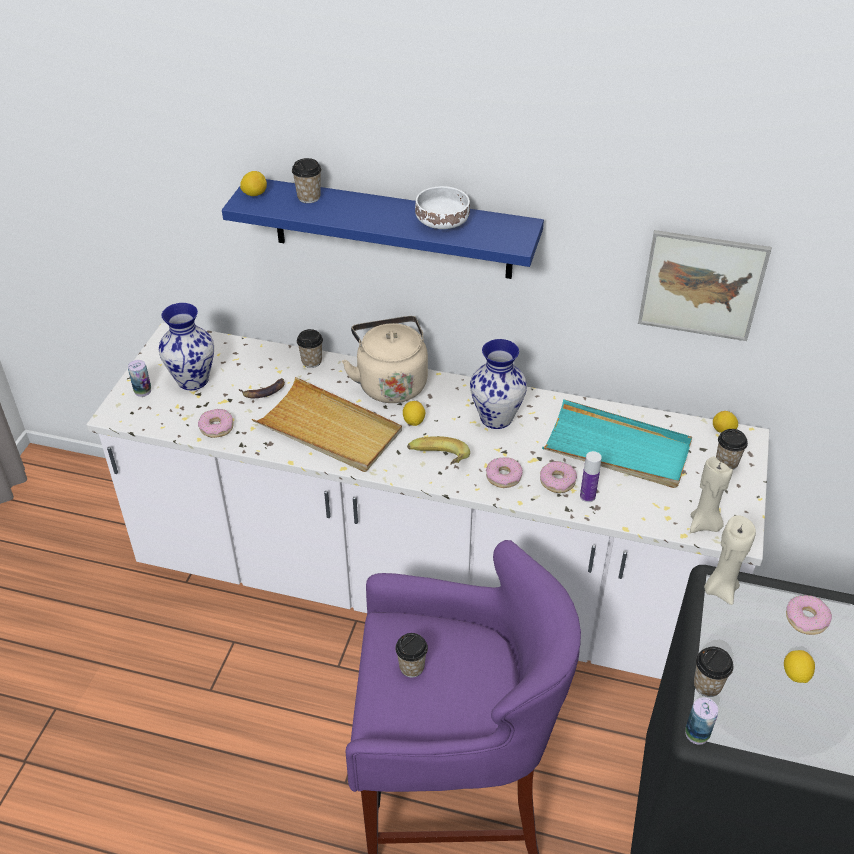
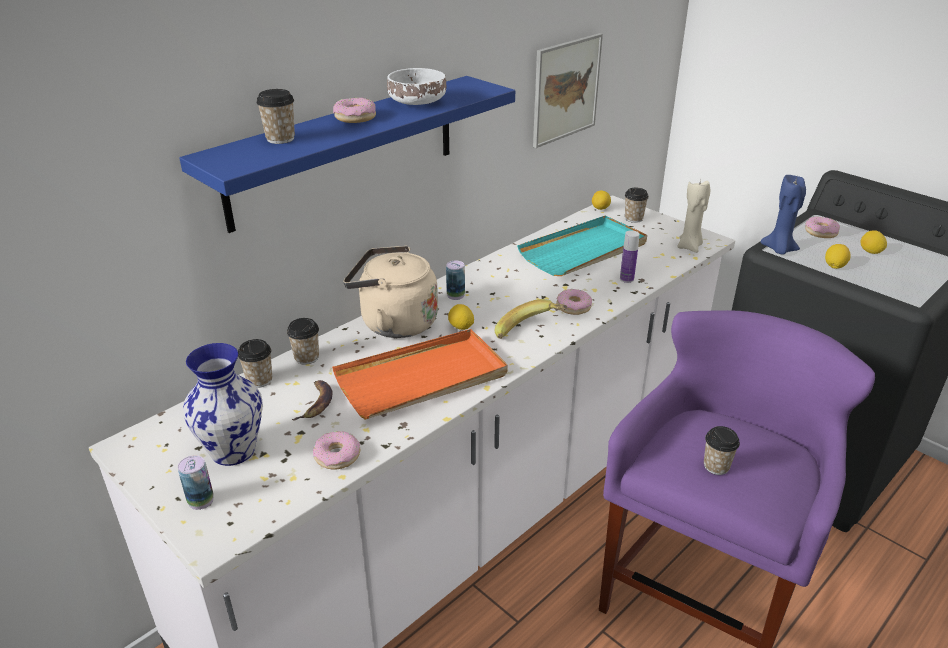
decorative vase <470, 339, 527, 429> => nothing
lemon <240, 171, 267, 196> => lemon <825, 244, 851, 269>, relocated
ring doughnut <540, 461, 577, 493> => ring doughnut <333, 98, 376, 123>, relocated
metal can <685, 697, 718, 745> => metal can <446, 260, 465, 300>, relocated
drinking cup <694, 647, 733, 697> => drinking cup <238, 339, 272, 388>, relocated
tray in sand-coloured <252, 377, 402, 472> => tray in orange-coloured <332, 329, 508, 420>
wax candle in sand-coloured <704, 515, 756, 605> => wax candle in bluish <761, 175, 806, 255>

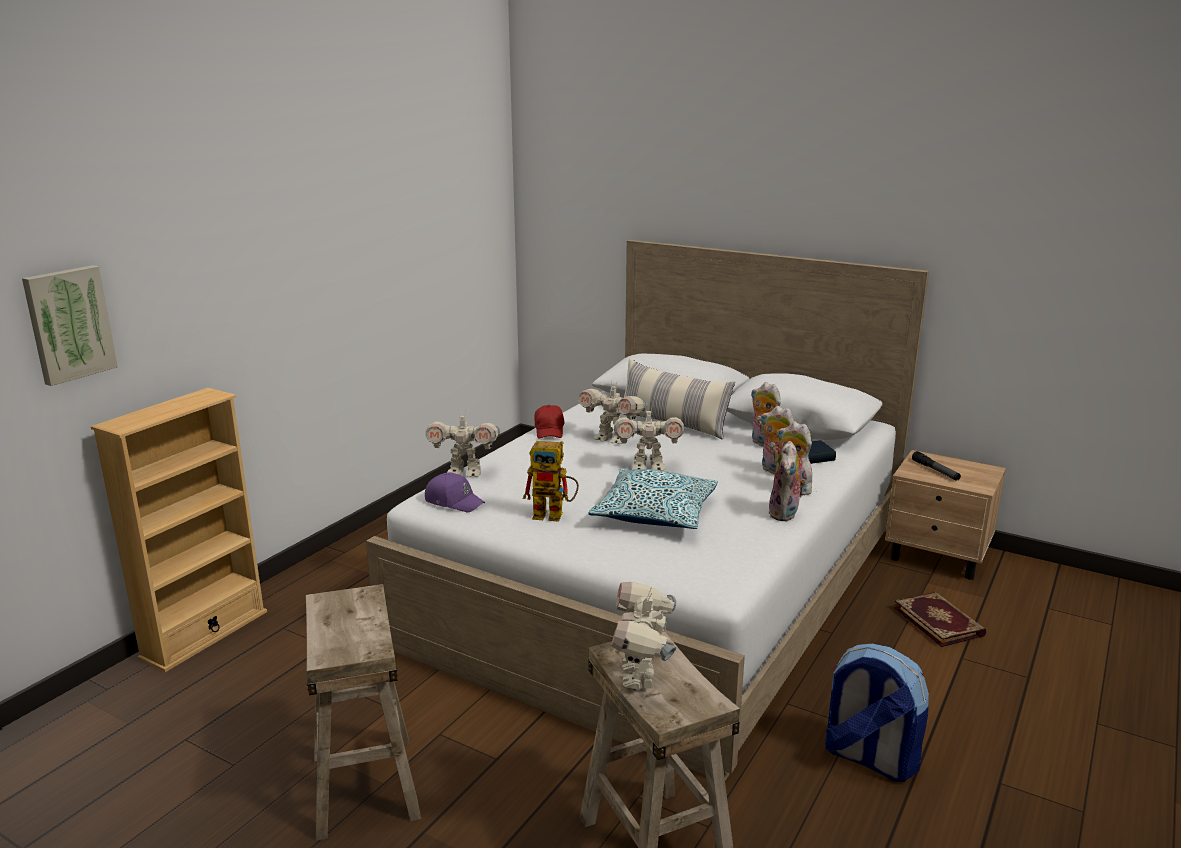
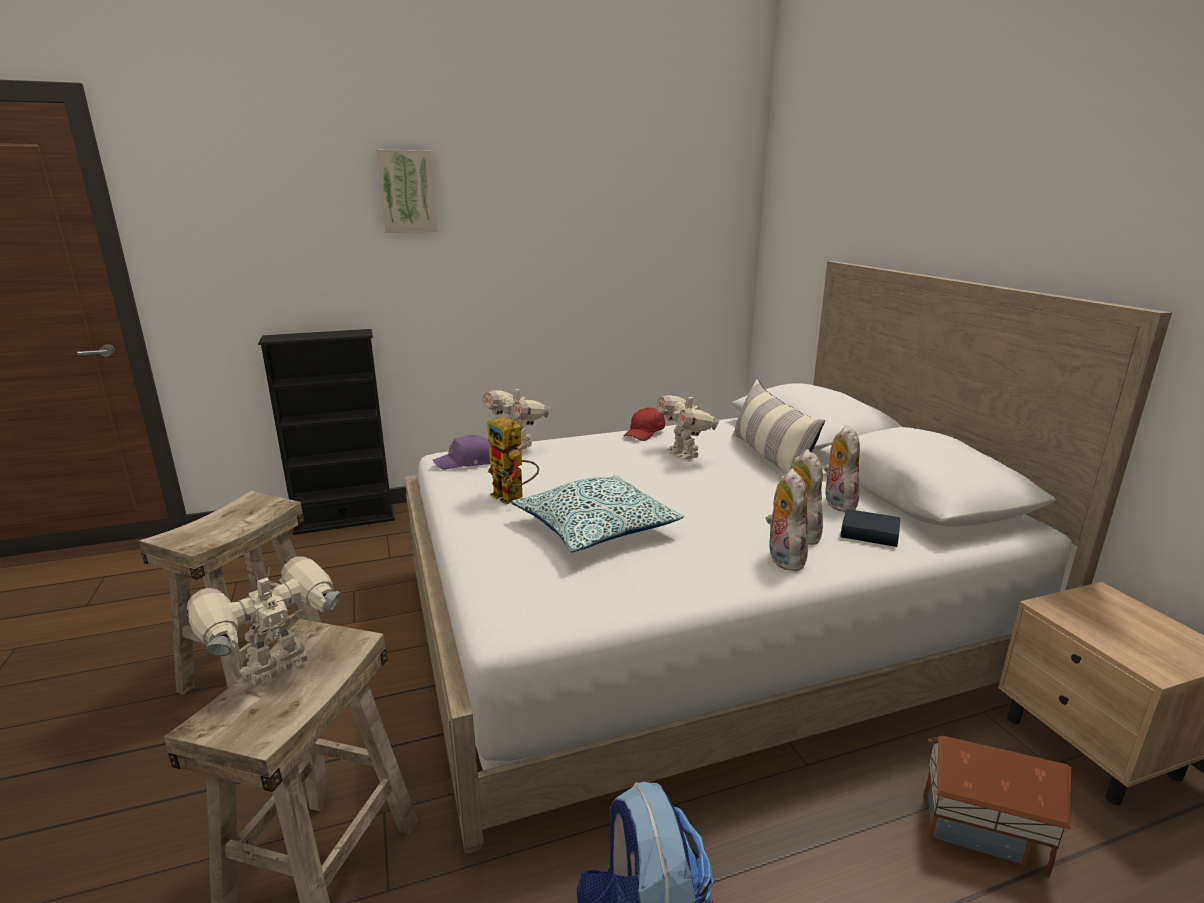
model robot <614, 406, 684, 471> => nothing
plush toy <768, 441, 806, 521> => nothing
hand torch <912, 451, 961, 481> => nothing
picture <22, 265, 118, 386> => picture <376, 149, 438, 233>, relocated
book <894, 592, 986, 647> => toy house <924, 736, 1074, 878>
shelving unit in sand-coloured <91, 388, 267, 672> => shelving unit in black-coloured <258, 329, 395, 535>
baseball cap in purple-coloured <425, 472, 485, 512> => baseball cap in purple-coloured <433, 435, 491, 470>, 90 degrees clockwise

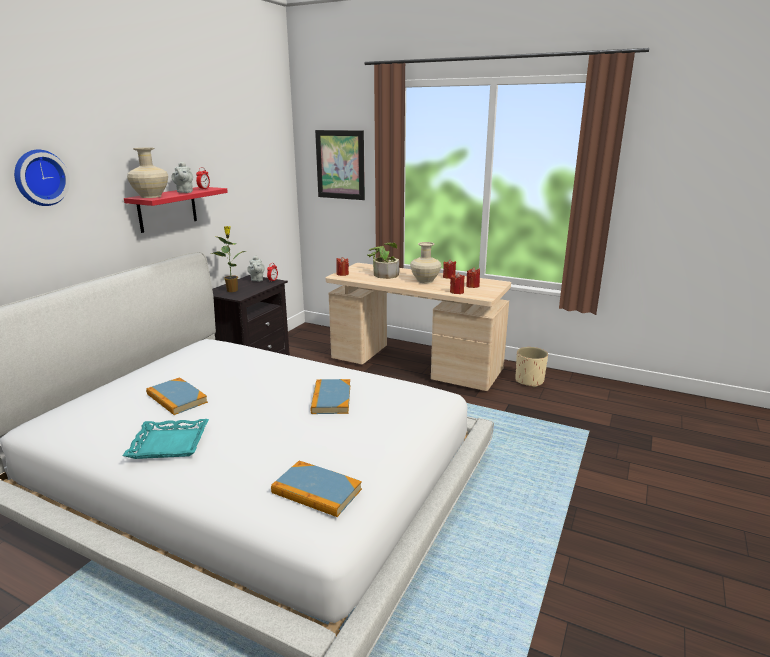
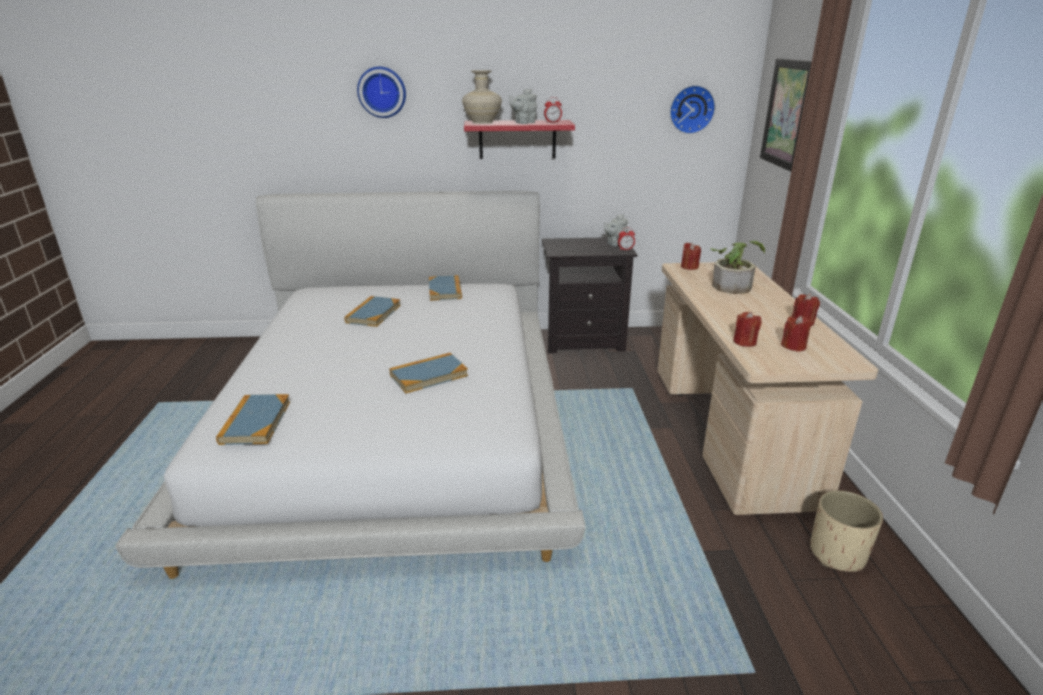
tray in blue-green <122, 419, 209, 459> => nothing
plant in a pot <211, 226, 246, 292> => nothing
decorative vase in sand-coloured <410, 242, 442, 283> => nothing
nothing => book <429, 275, 462, 301>
nothing => clock on the wall <670, 85, 715, 134>

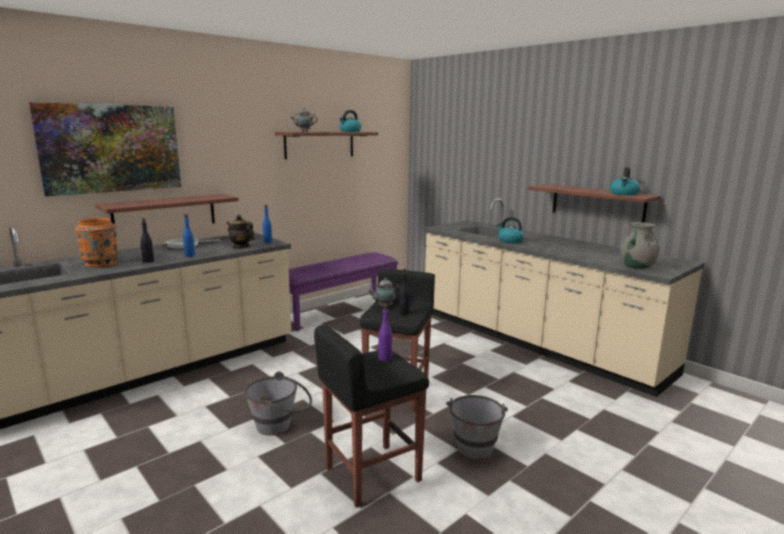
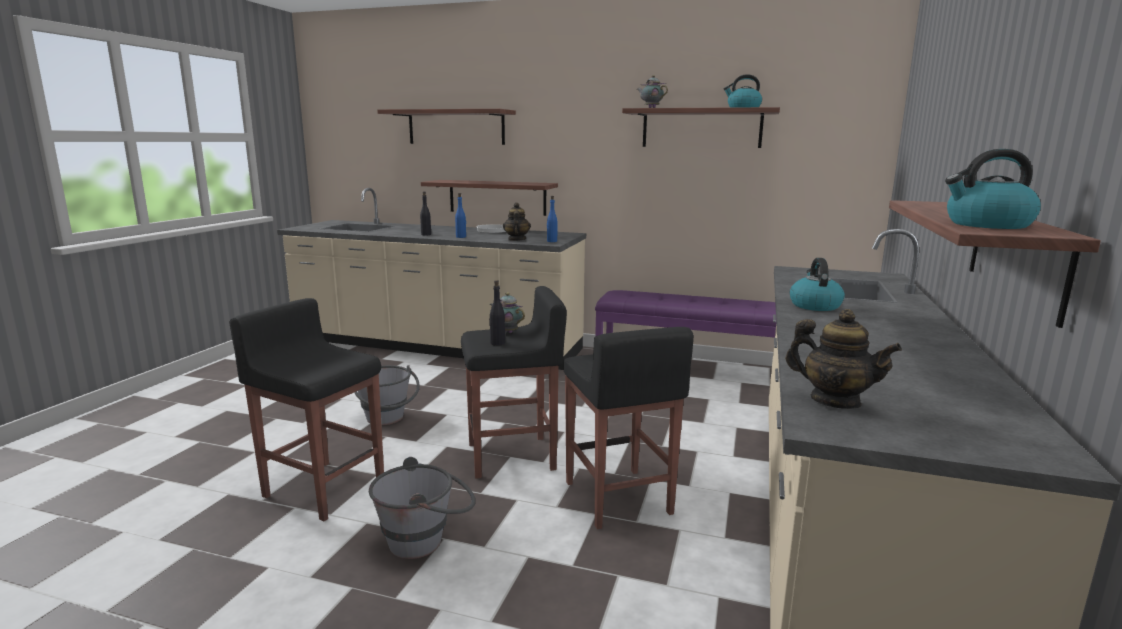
decorative vase in orange-coloured <75, 218, 119, 267> => nothing
bottle in purple-coloured <379, 304, 393, 361> => nothing
nothing => stool seat in black-coloured <563, 327, 694, 529>
picture <28, 102, 181, 197> => shelf <377, 109, 516, 145>
decorative vase in grey <620, 222, 660, 269> => tea pot <785, 309, 902, 409>

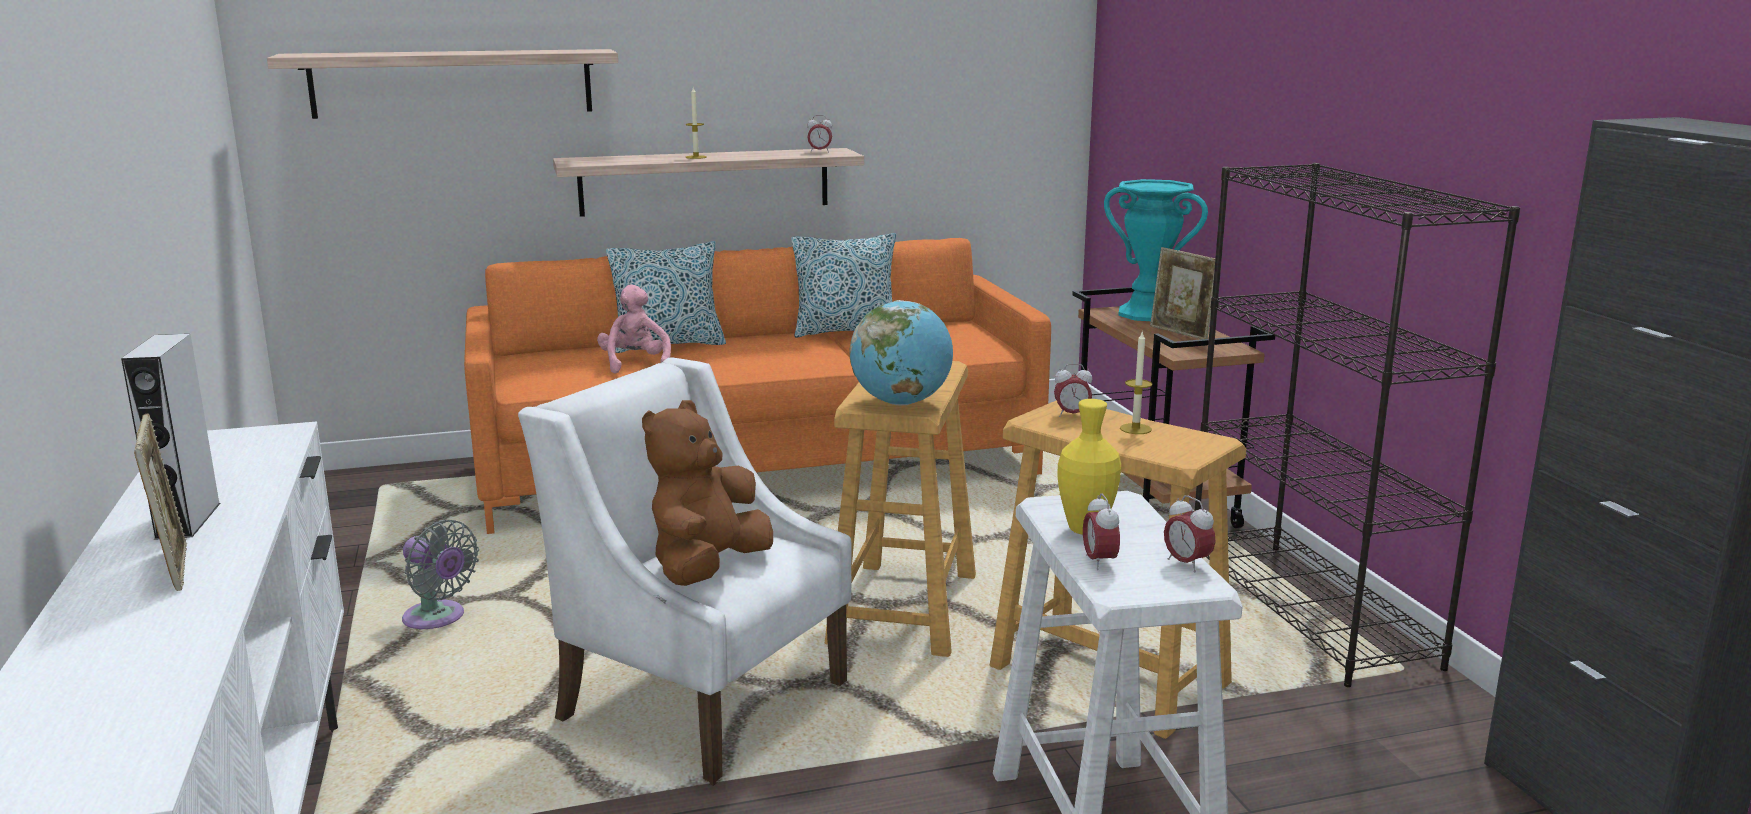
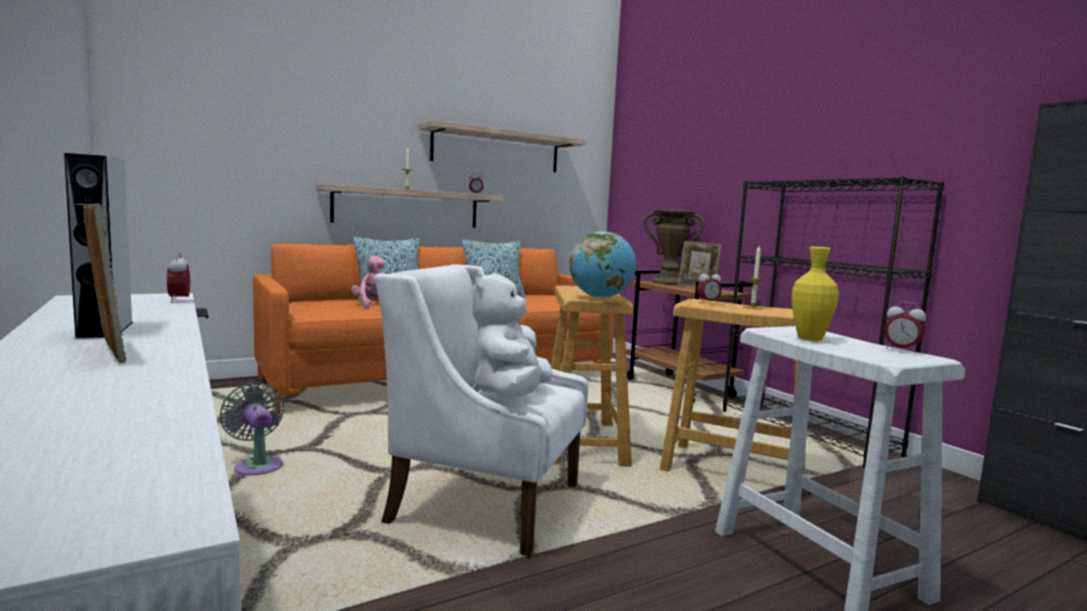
shelf <267, 49, 618, 119> => shelf <419, 120, 587, 172>, relocated
bedside clock <1083, 493, 1120, 570> => bedside clock <167, 253, 190, 302>, relocated
plush toy in brown-coloured <642, 400, 773, 586> => plush toy in white-coloured <472, 273, 553, 397>
decorative vase in blue-green <1104, 179, 1208, 321> => decorative vase in brown-coloured <643, 209, 705, 285>
cooling fan in grey <402, 520, 479, 629> => cooling fan in grey <220, 383, 284, 475>, 150 degrees counterclockwise

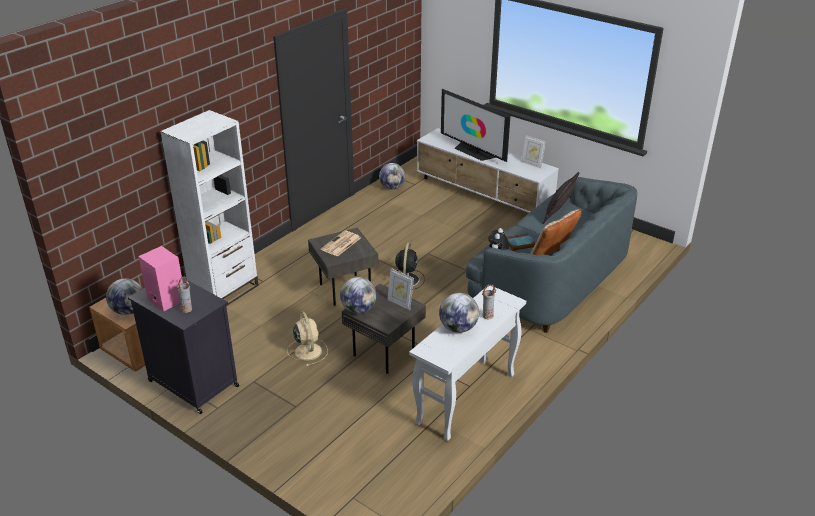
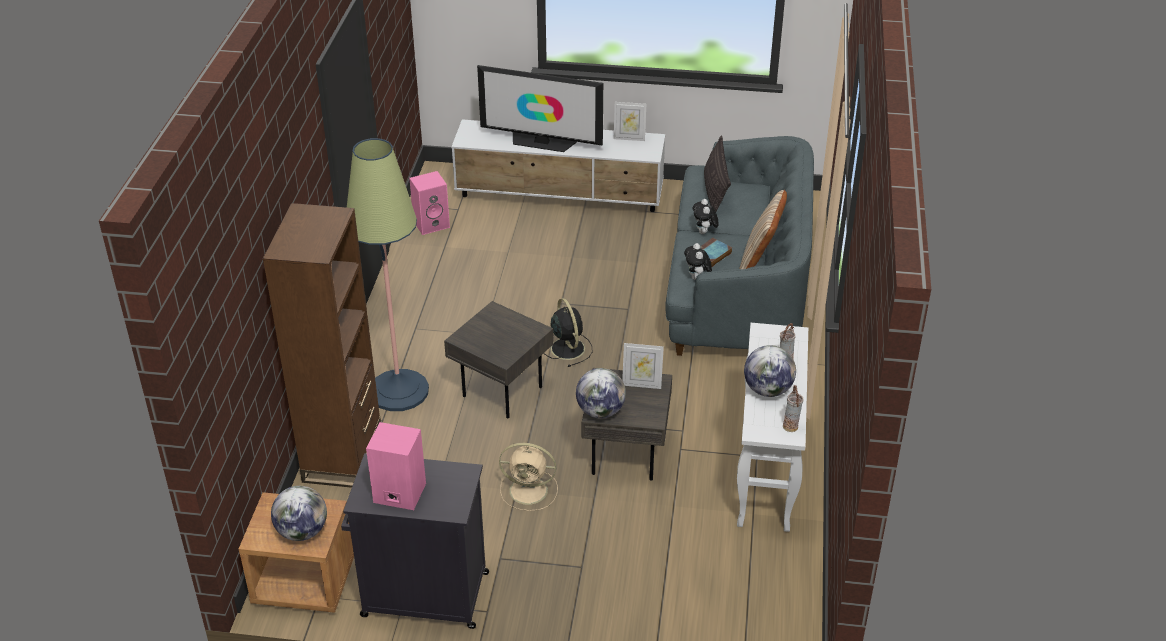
daily paper <321, 230, 361, 256> => nothing
nothing => standing lamp <347, 138, 429, 411>
nothing => plush toy <693, 199, 718, 234>
decorative vase <177, 276, 192, 313> => decorative vase <783, 385, 804, 432>, relocated
world globe <379, 163, 405, 189> => speaker in pinkish <409, 171, 450, 235>
shelving unit in white-coloured <160, 110, 259, 306> => shelving unit in brown-coloured <263, 203, 381, 488>
cooling fan in sand-coloured <287, 311, 328, 366> => cooling fan in sand-coloured <499, 443, 558, 511>, 150 degrees clockwise

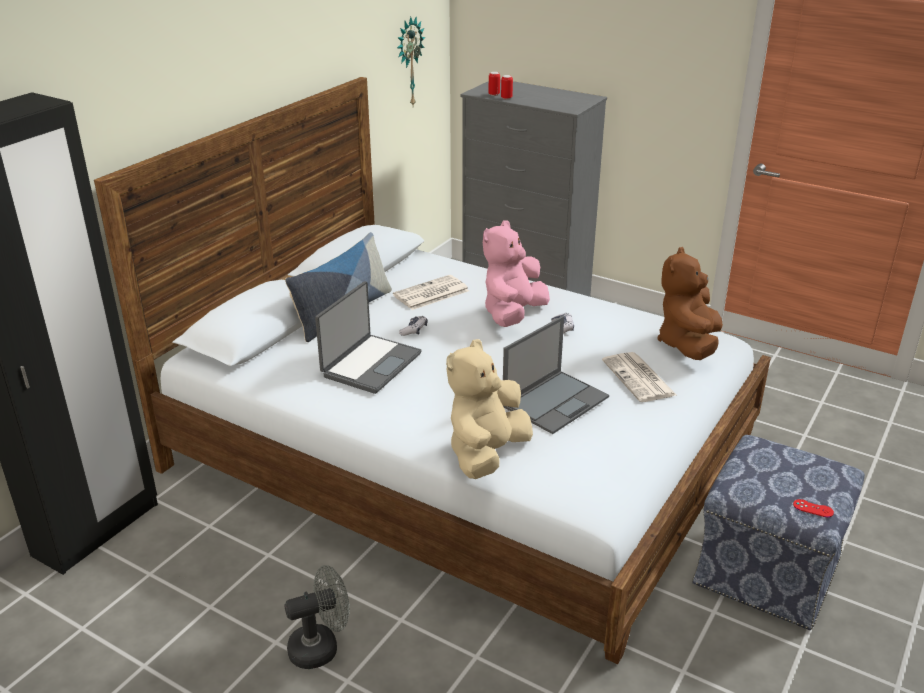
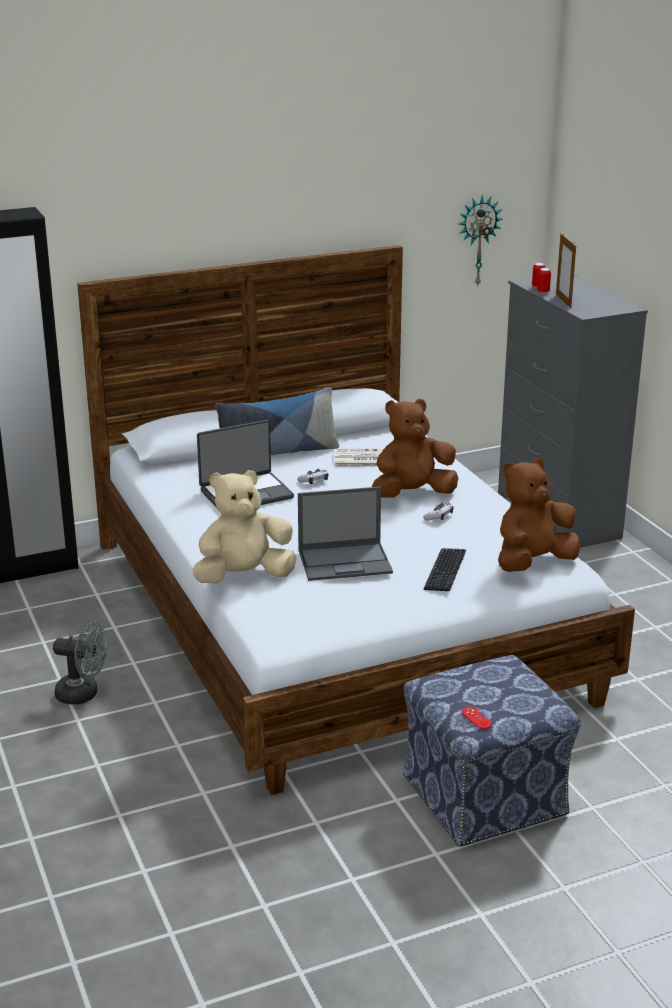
nothing => standing frame <556, 234, 576, 308>
daily paper <602, 352, 676, 402> => PC keyboard <424, 548, 466, 591>
plush toy in pinkish <483, 220, 550, 327> => plush toy in brown-coloured <372, 399, 458, 498>

